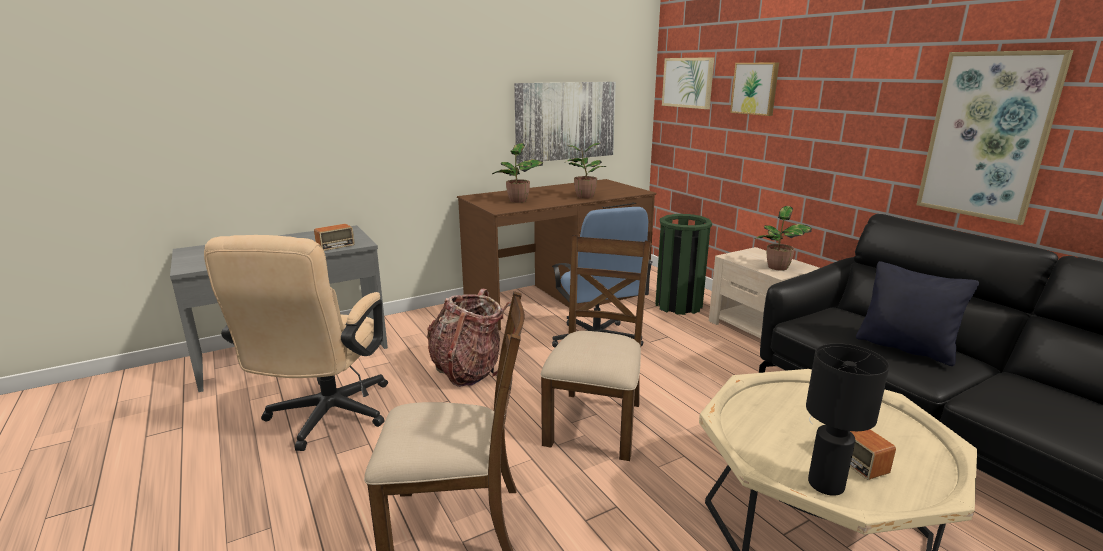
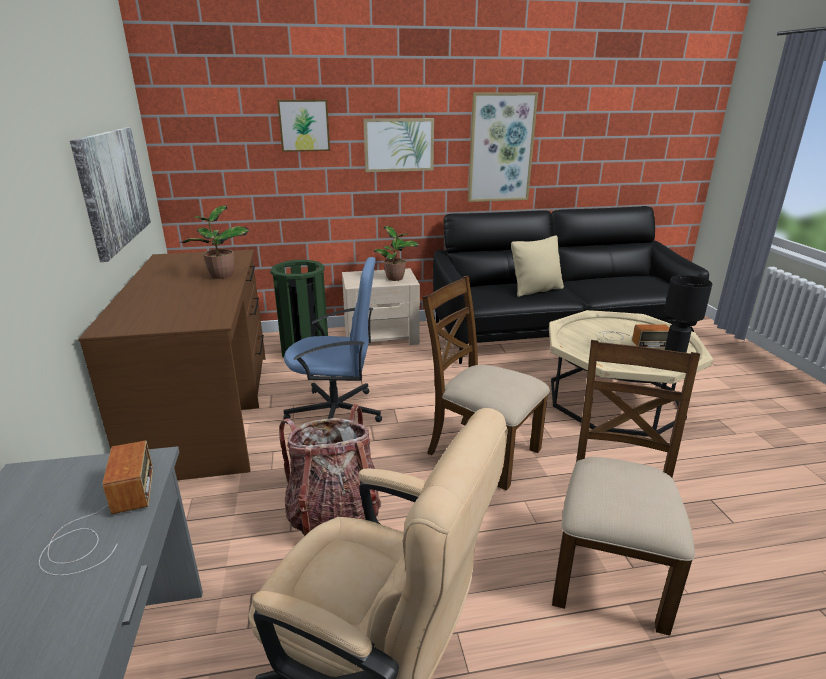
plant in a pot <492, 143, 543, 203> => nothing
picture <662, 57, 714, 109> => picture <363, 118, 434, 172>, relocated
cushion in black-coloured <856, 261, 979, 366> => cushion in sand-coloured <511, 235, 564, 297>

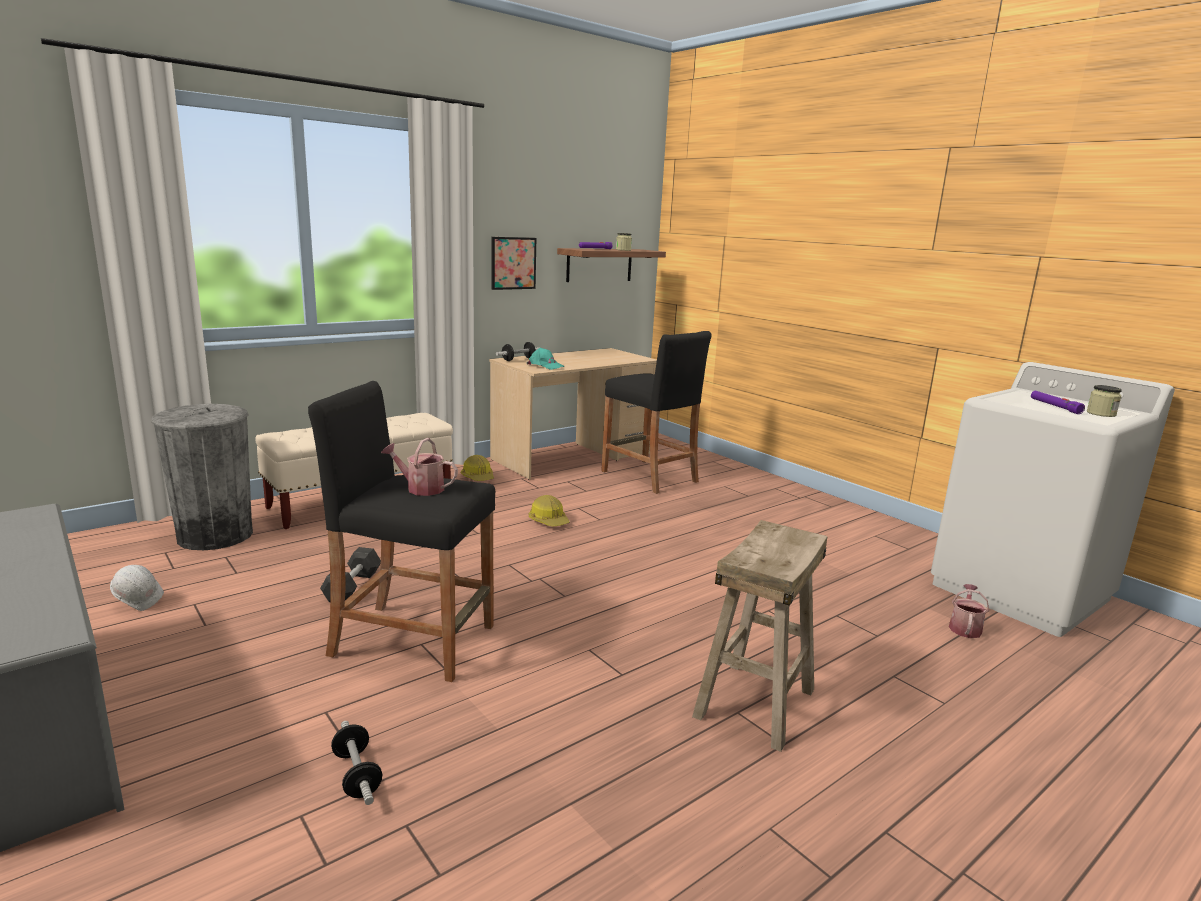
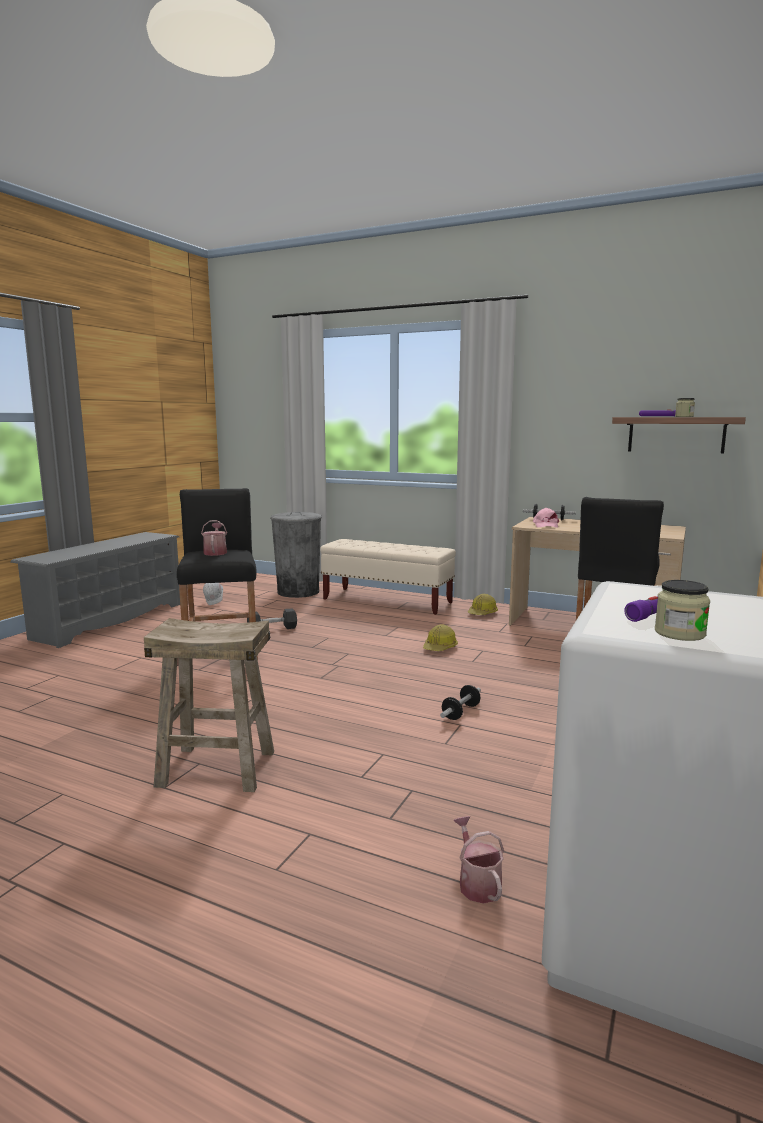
picture <491, 237, 536, 290> => nothing
dumbbell <331, 721, 383, 805> => dumbbell <440, 685, 481, 720>, relocated
baseball cap in blue-green <527, 348, 565, 370> => baseball cap in pinkish <533, 508, 559, 528>
sprinkling can <949, 584, 989, 638> => sprinkling can <453, 816, 504, 904>, 105 degrees counterclockwise

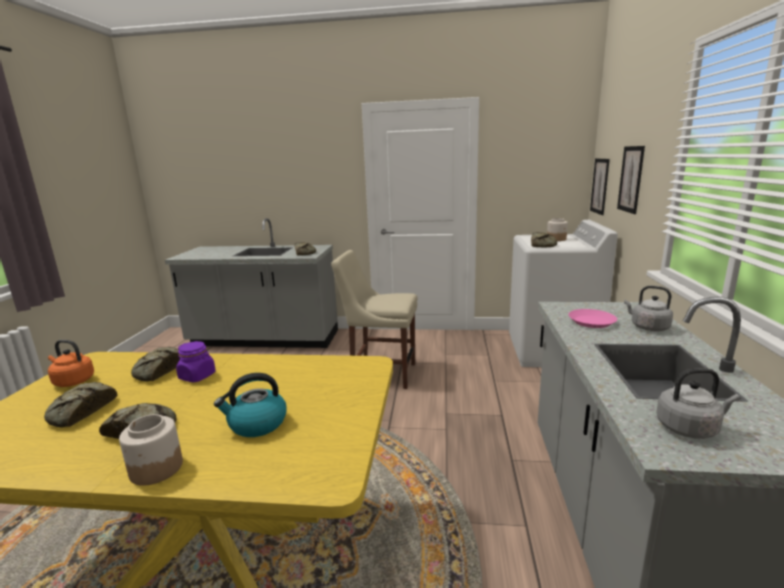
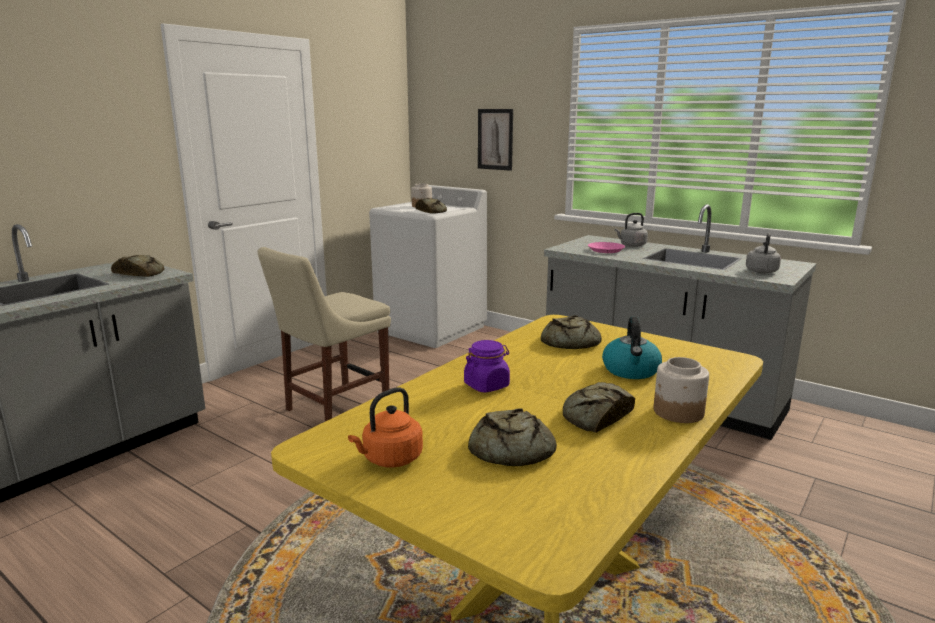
picture <590, 159, 610, 215> => nothing
baked bread <131, 347, 180, 382> => baked bread <541, 315, 602, 349>, relocated

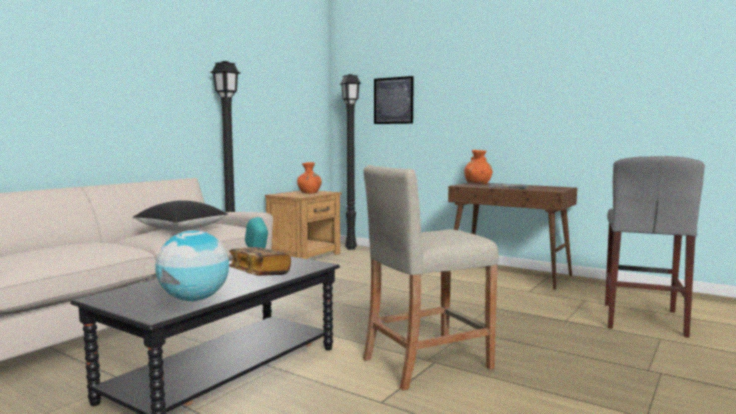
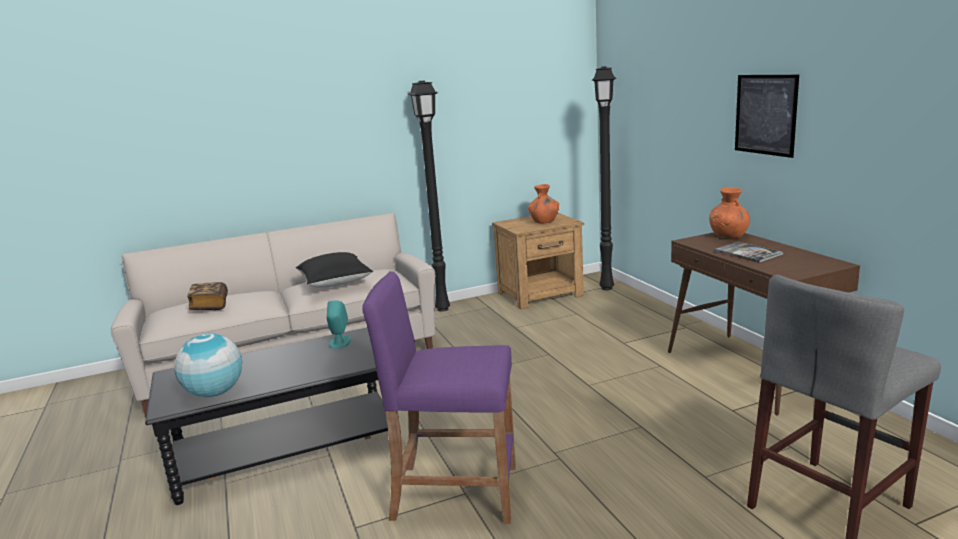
book <229, 247, 291, 276> => book <187, 282, 228, 310>, relocated
picture <374, 76, 414, 124> => picture <735, 75, 799, 158>, relocated
stool seat in sand-coloured <363, 165, 499, 391> => stool seat in purple-coloured <362, 271, 516, 524>

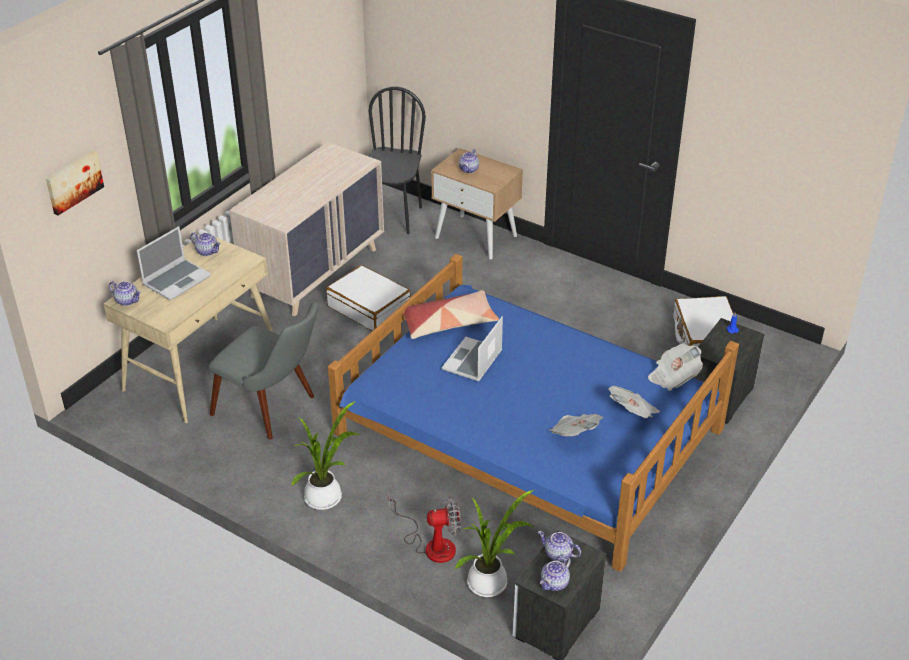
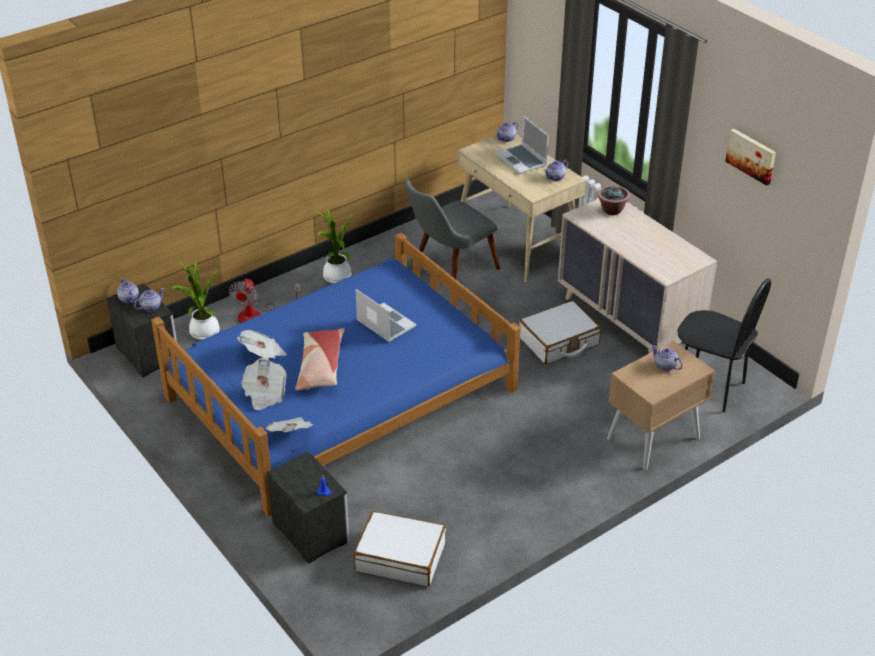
nothing => plant in a pot <597, 185, 630, 215>
picture <46, 151, 104, 215> => picture <725, 129, 776, 186>, relocated
cushion <403, 290, 499, 339> => cushion <295, 328, 345, 391>, relocated

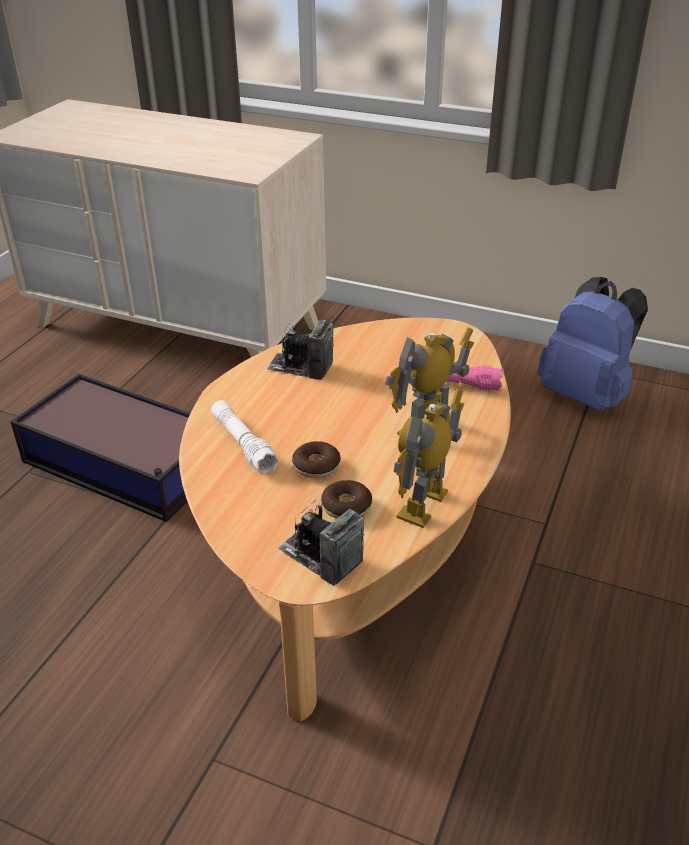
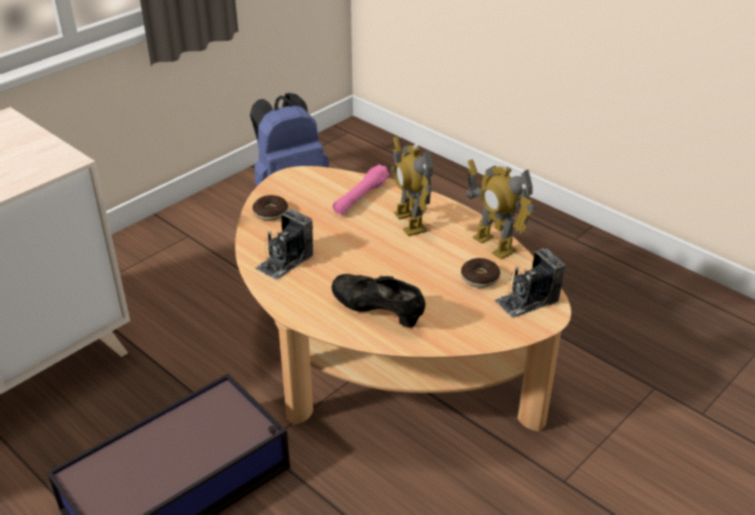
ring doughnut <292, 441, 341, 478> => ring doughnut <253, 195, 288, 221>, relocated
hand torch in white-coloured <211, 400, 279, 475> => low shoe in black-coloured <331, 274, 425, 328>

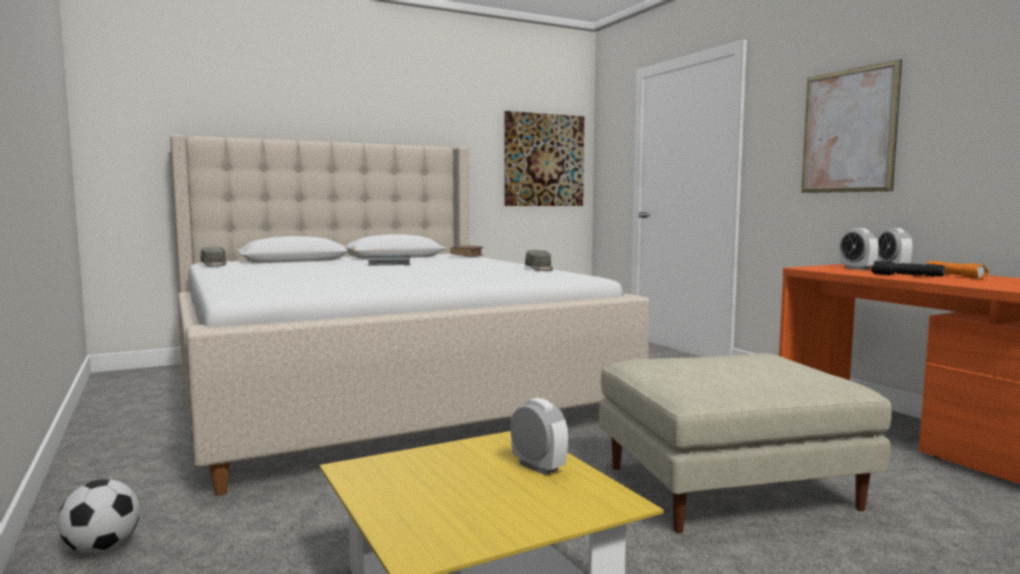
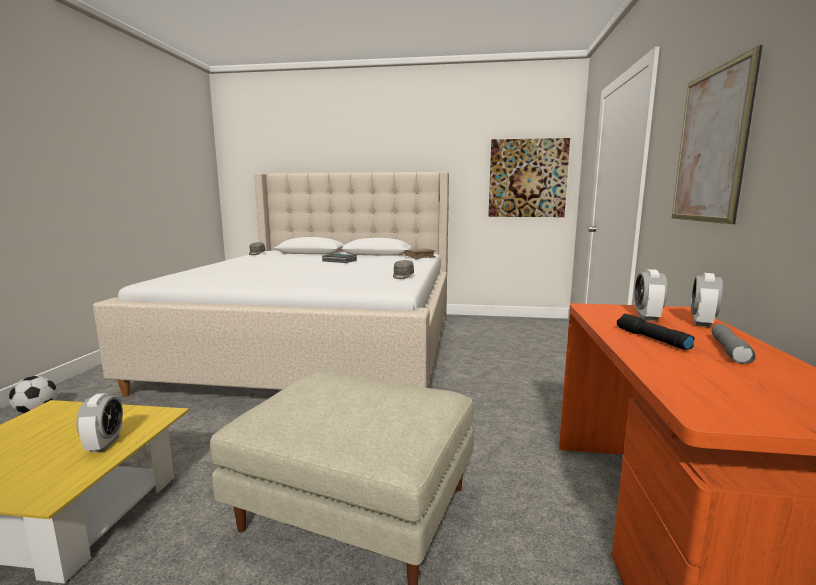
hand torch in orange-coloured <926, 261, 989, 278> => hand torch in grey <712, 324, 756, 364>

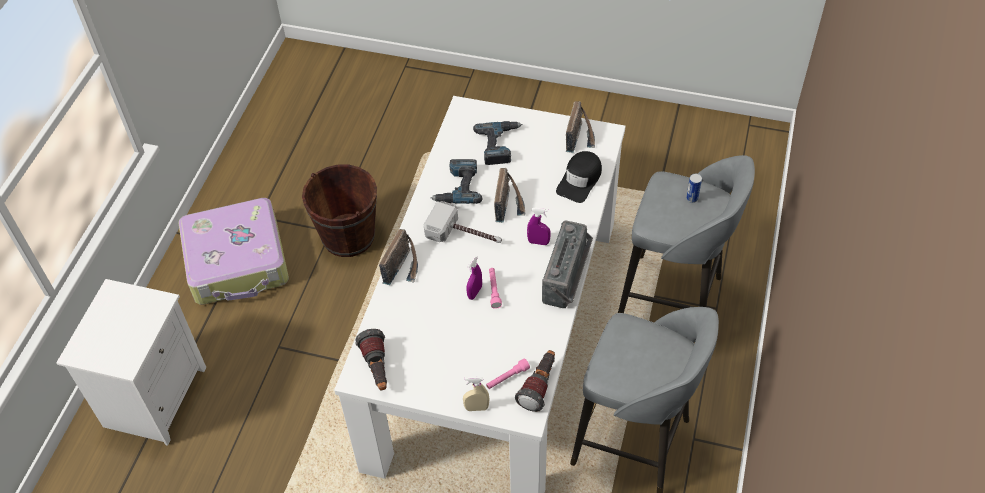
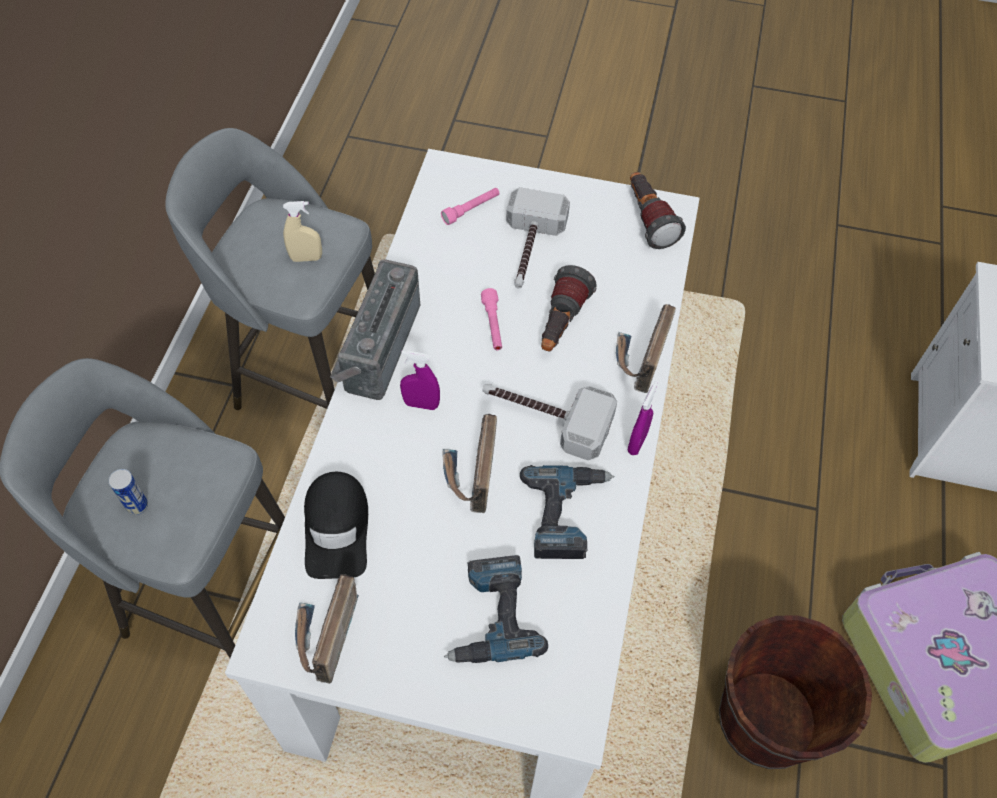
nothing => tool hammer <506, 187, 570, 288>
sprayer in sand-coloured <463, 377, 489, 411> => sprayer in sand-coloured <283, 201, 322, 262>, relocated
sprayer in purple-coloured <467, 256, 482, 300> => sprayer in purple-coloured <627, 381, 658, 455>, relocated
hand torch <515, 350, 555, 412> => hand torch <541, 265, 597, 351>, relocated
baseball cap in black-coloured <556, 151, 602, 203> => baseball cap in black-coloured <304, 471, 368, 579>, 150 degrees clockwise

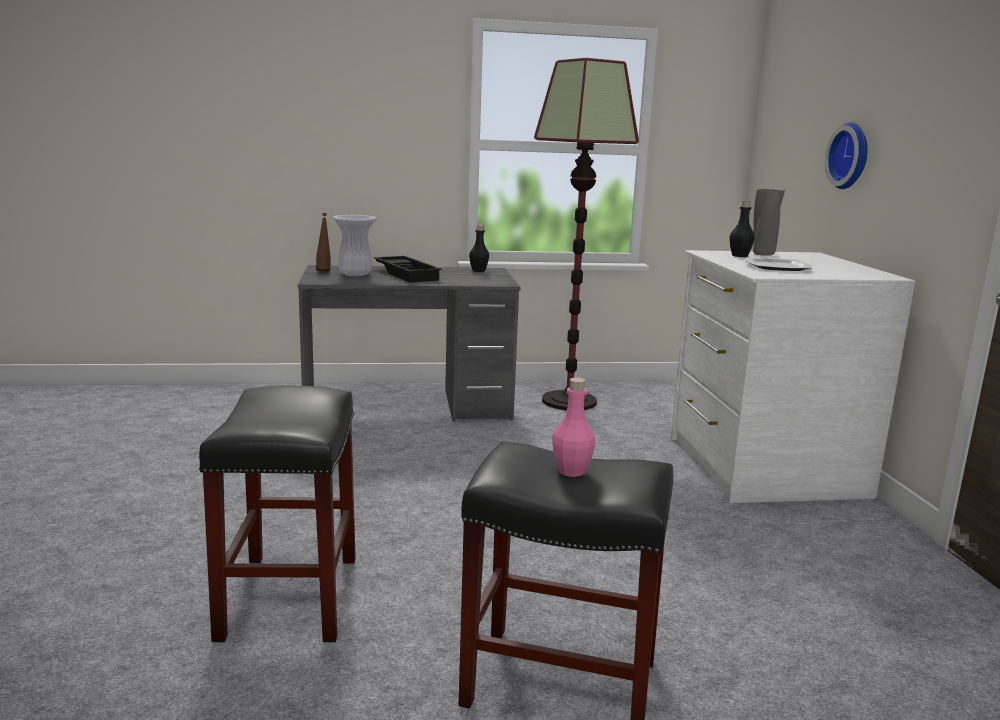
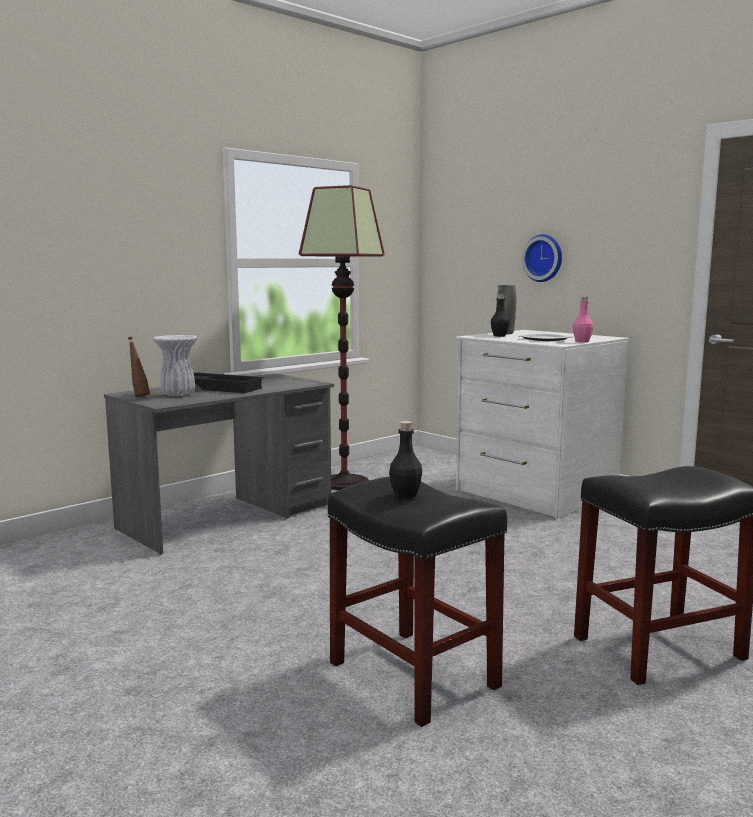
bottle in black-coloured <469, 225, 489, 272> => bottle in black-coloured <389, 421, 422, 499>, relocated
bottle in pinkish <552, 378, 596, 477> => bottle in pinkish <572, 297, 594, 343>, relocated

